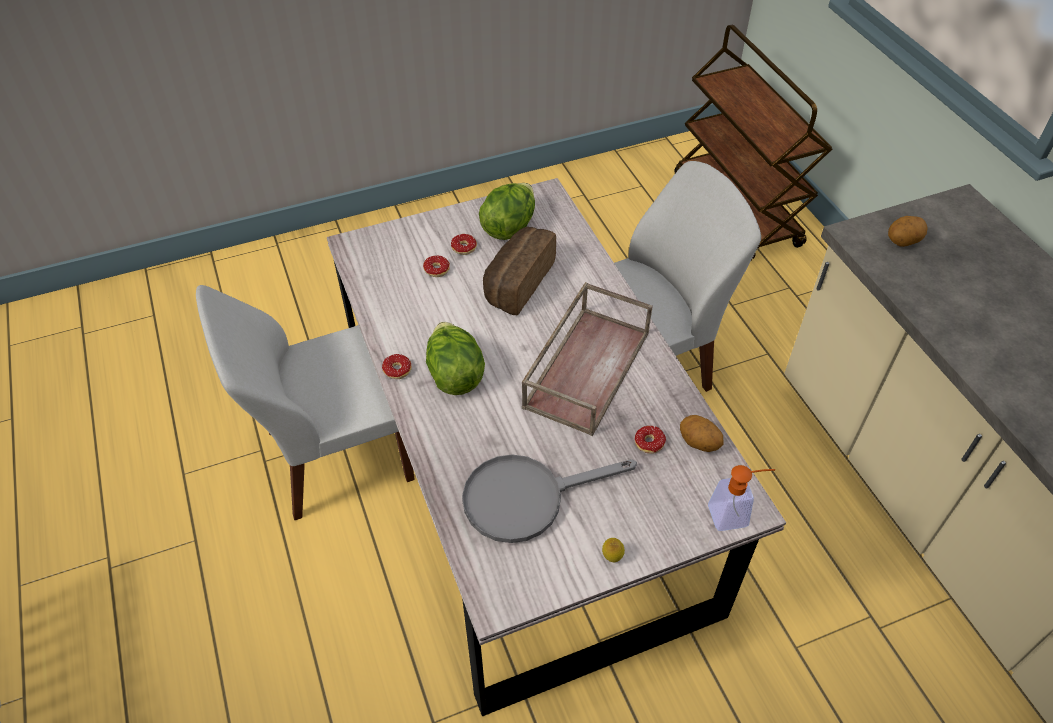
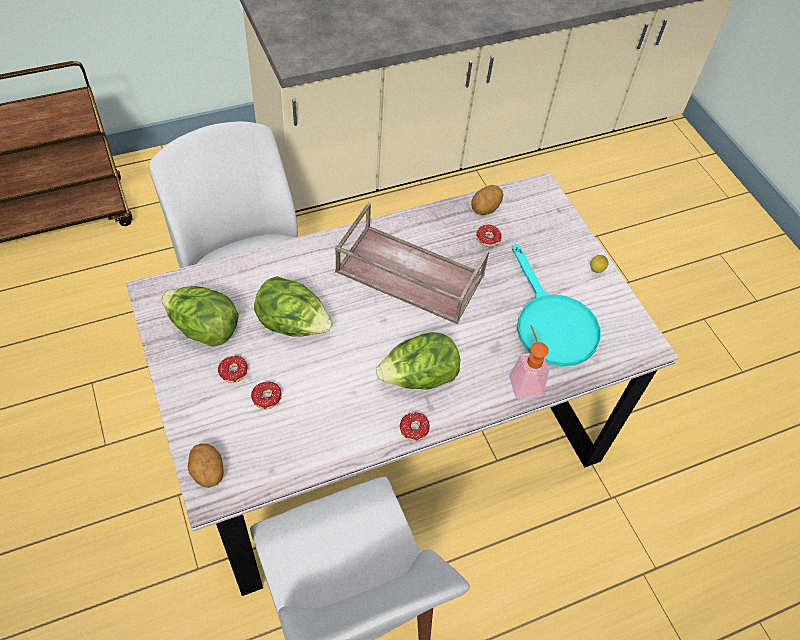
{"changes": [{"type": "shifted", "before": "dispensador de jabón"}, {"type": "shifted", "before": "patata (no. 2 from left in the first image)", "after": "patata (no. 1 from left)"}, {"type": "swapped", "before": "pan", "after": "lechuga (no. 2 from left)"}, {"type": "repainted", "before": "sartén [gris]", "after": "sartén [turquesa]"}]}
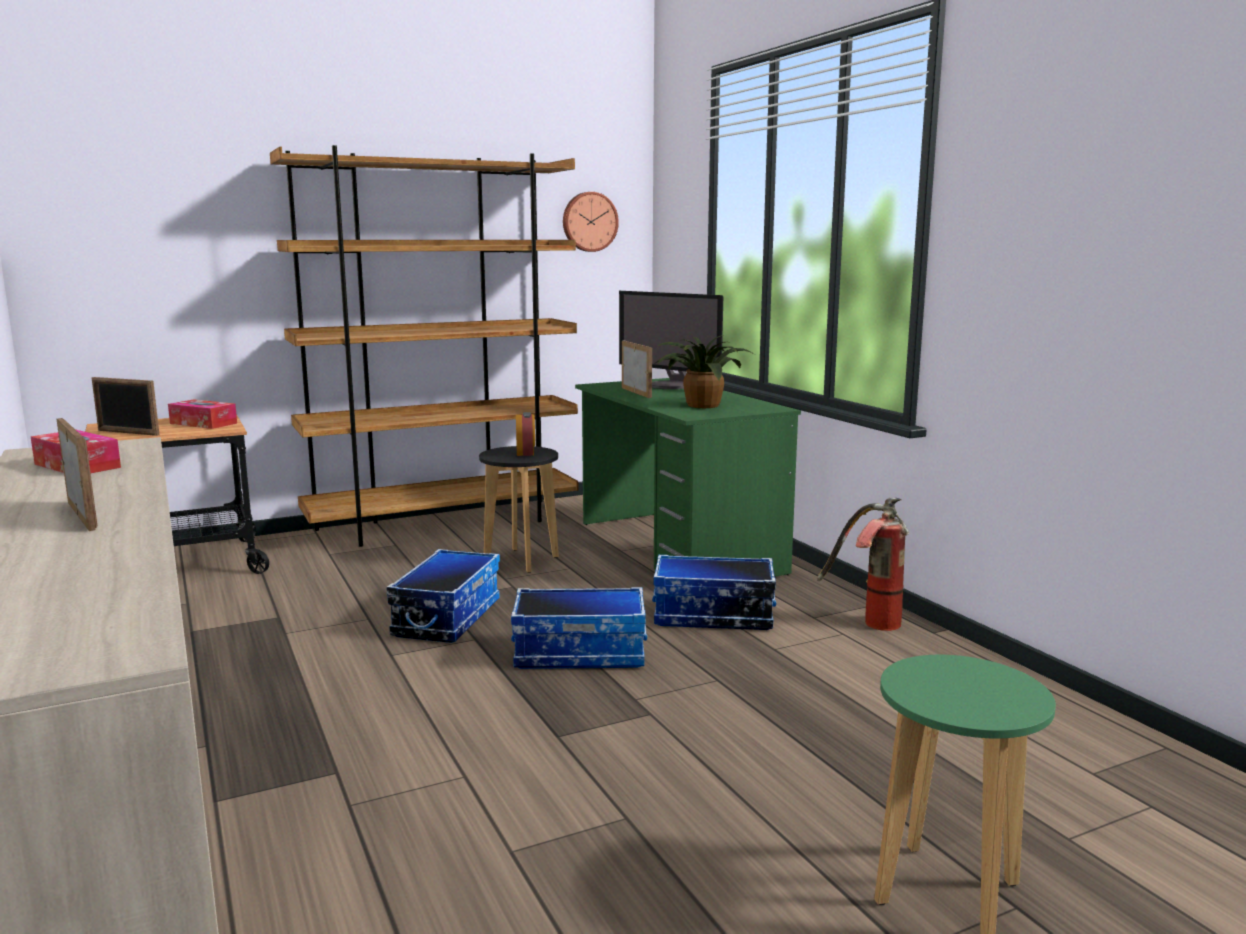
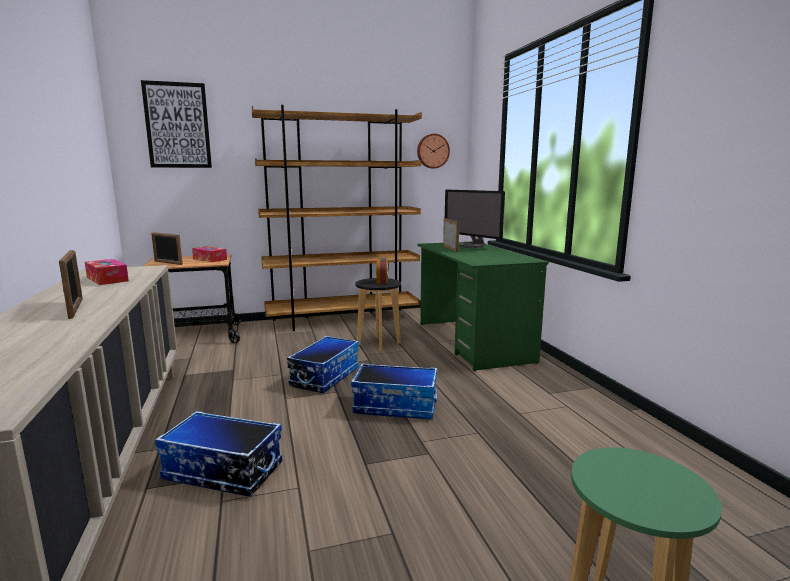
{"changes": [{"type": "gone", "before": "planta en maceta"}, {"type": "gone", "before": "extintor"}, {"type": "new", "after": "cuadro"}, {"type": "shifted", "before": "caja de almacenaje (no. 3 from left in the first image)", "after": "caja de almacenaje (no. 1 from left)"}]}
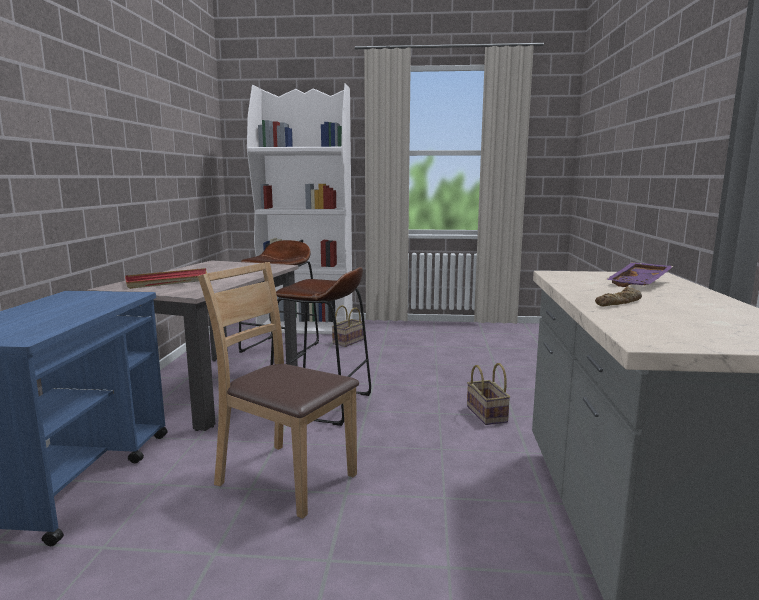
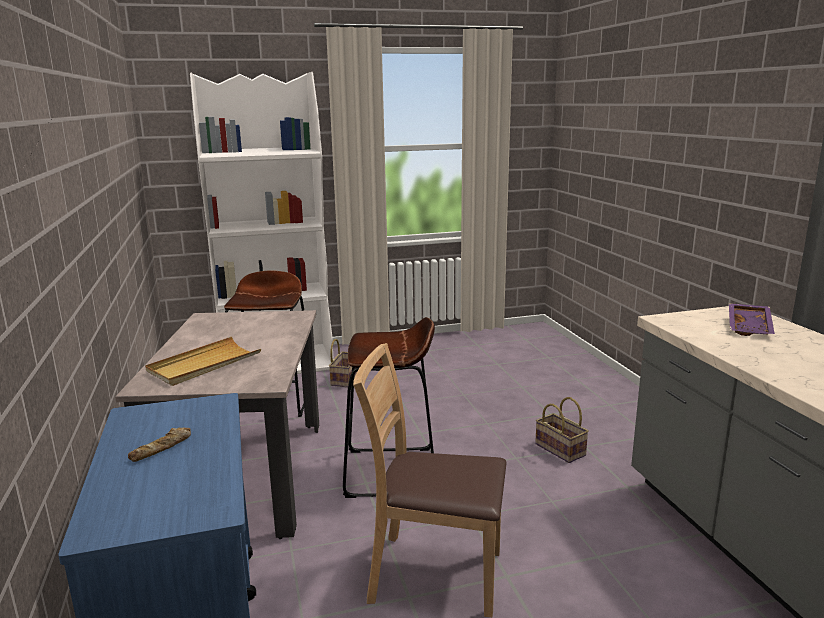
{"changes": [{"type": "shifted", "before": "pan"}, {"type": "repainted", "before": "bandeja [rojo]", "after": "bandeja [beis]"}]}
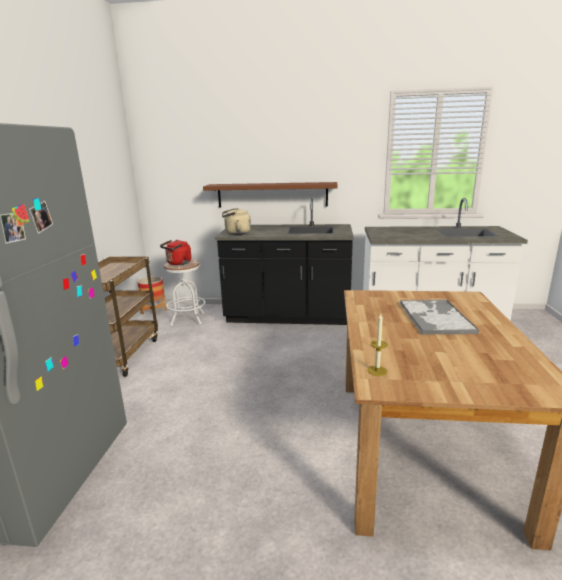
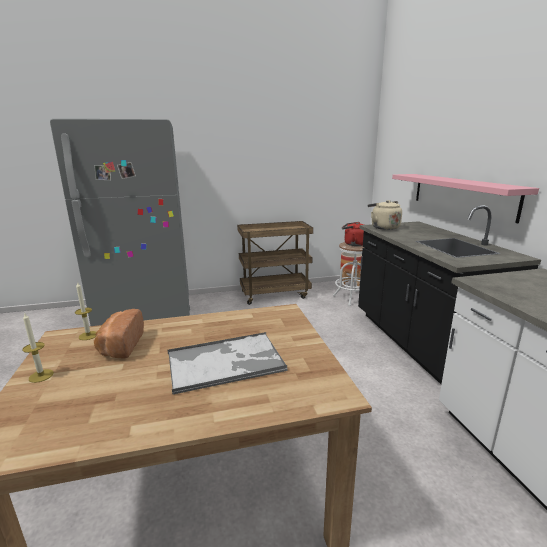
{"changes": [{"type": "new", "after": "vela (no. 1 from left)"}, {"type": "new", "after": "pan"}, {"type": "repainted", "before": "estante [marrón]", "after": "estante [rosa]"}]}
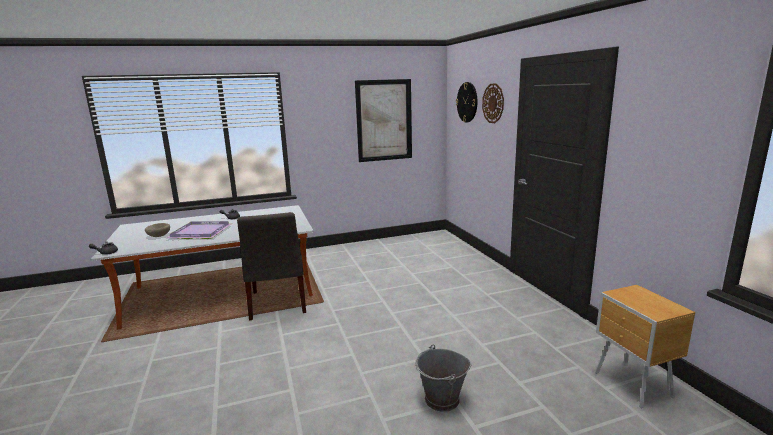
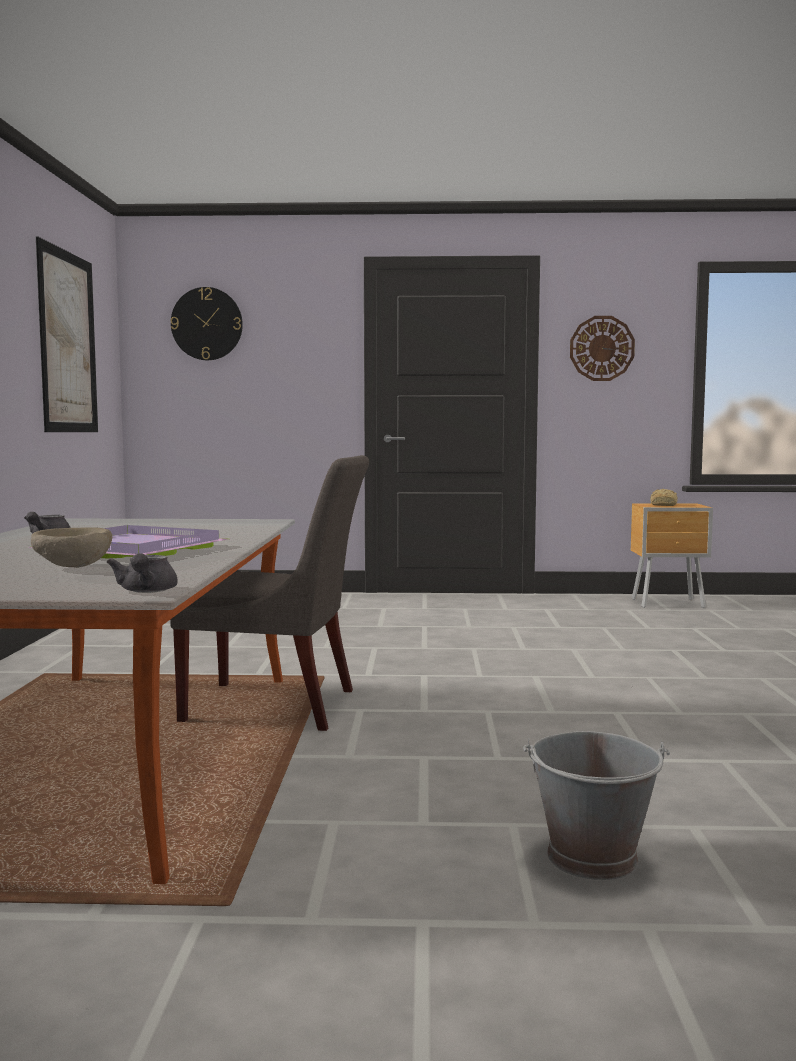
{"changes": [{"type": "new", "after": "pan"}, {"type": "shifted", "before": "cubo [gris]"}, {"type": "shifted", "before": "reloj de pared (no. 2 from left)"}]}
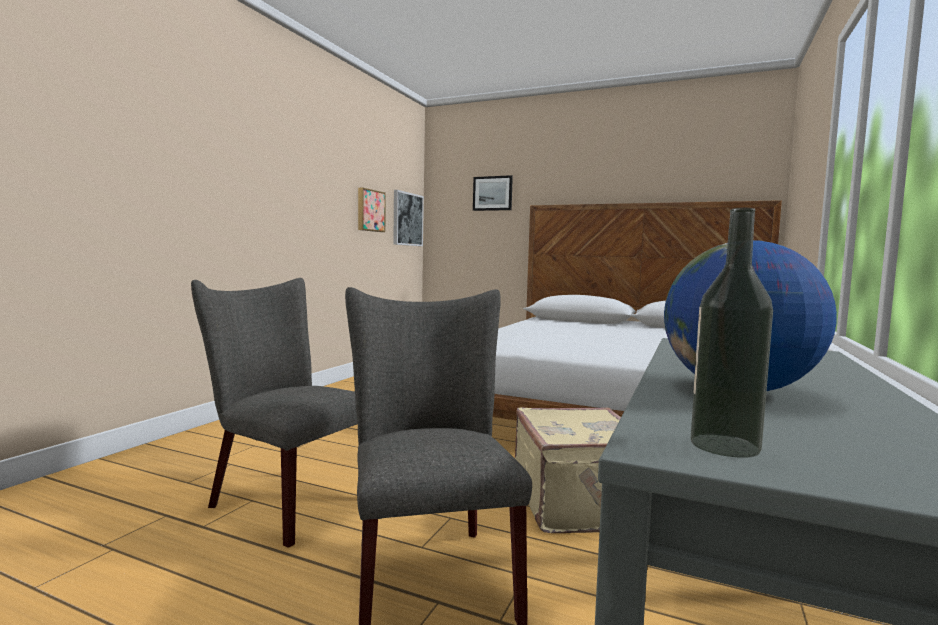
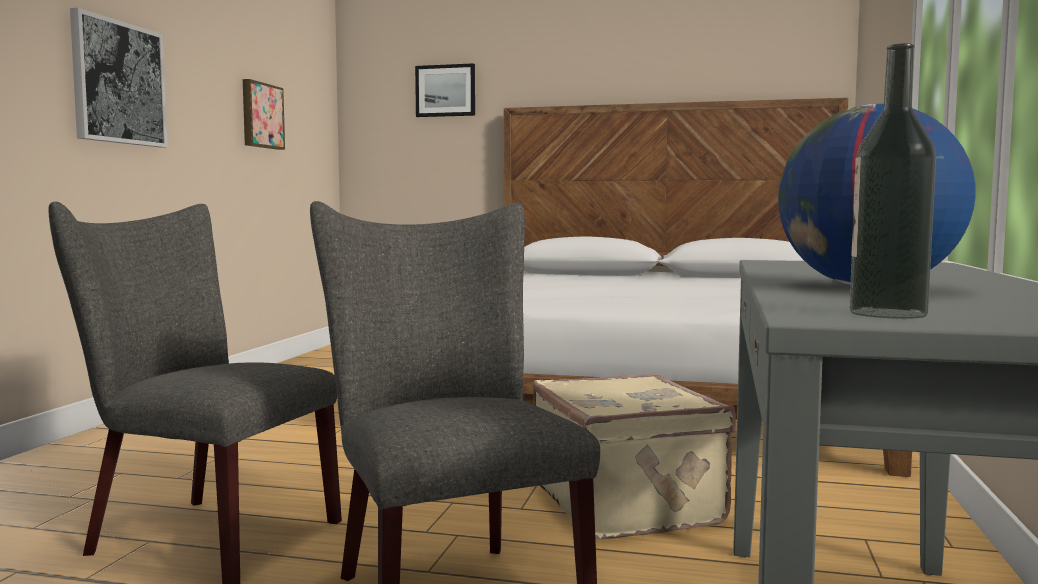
{"changes": [{"type": "shifted", "before": "cuadro (no. 2 from left in the first image)", "after": "cuadro (no. 1 from left)"}]}
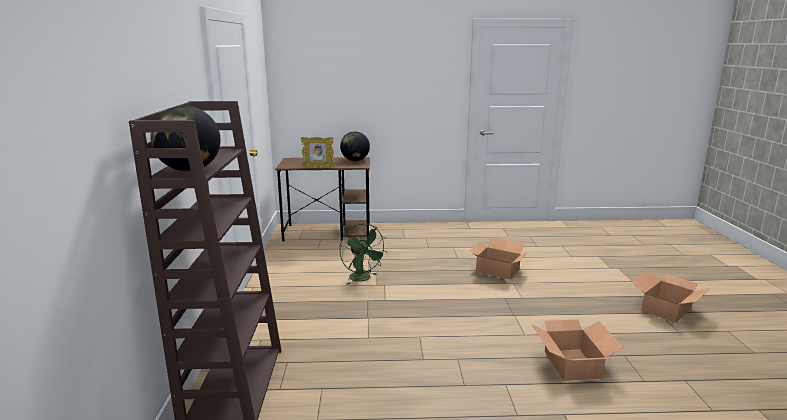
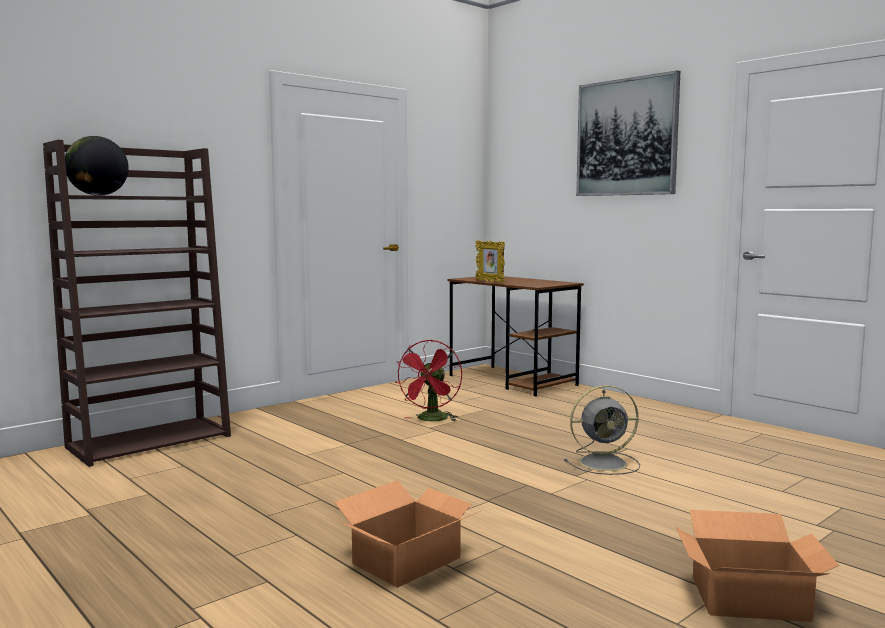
{"changes": [{"type": "gone", "before": "globo terráqueo (no. 2 from left)"}, {"type": "new", "after": "cuadro"}, {"type": "swapped", "before": "caja de cartón (no. 1 from left)", "after": "ventilador [gris]"}, {"type": "repainted", "before": "ventilador [verde]", "after": "ventilador [rojo]"}]}
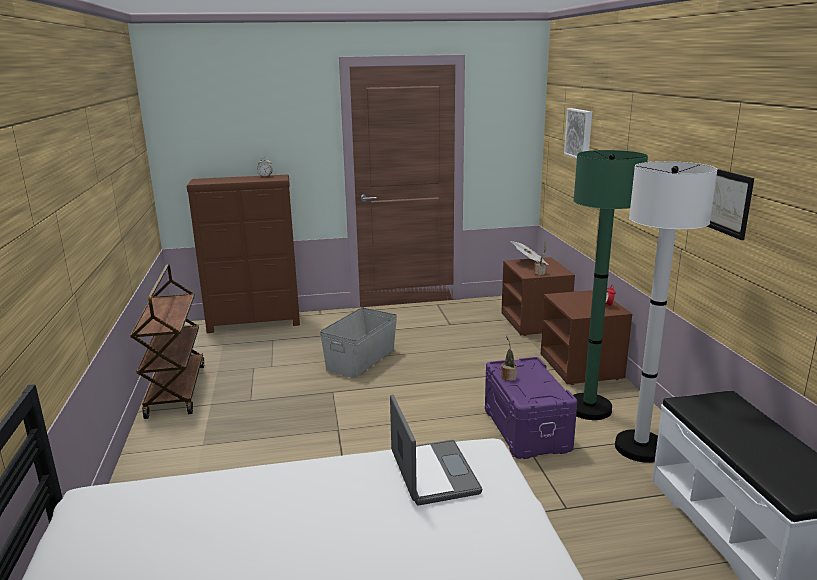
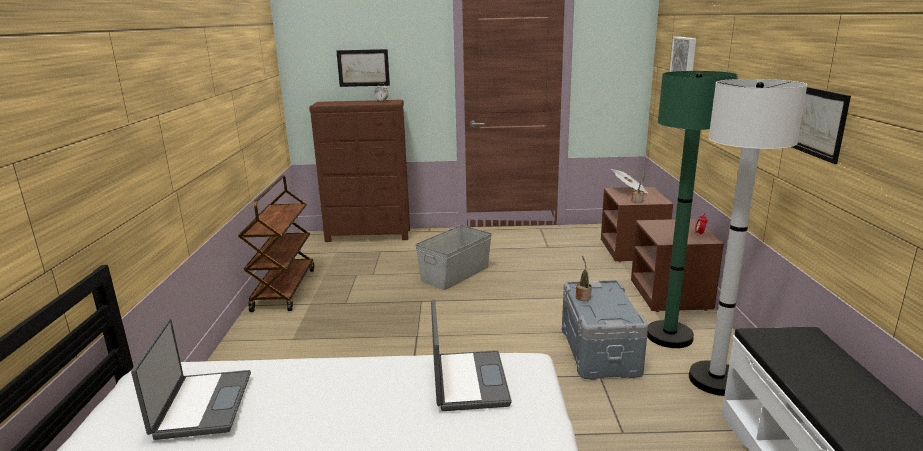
{"changes": [{"type": "new", "after": "portátil (no. 1 from left)"}, {"type": "new", "after": "cuadro (no. 1 from left)"}, {"type": "repainted", "before": "caja de almacenaje [morado]", "after": "caja de almacenaje [gris] (no. 2 from left)"}]}
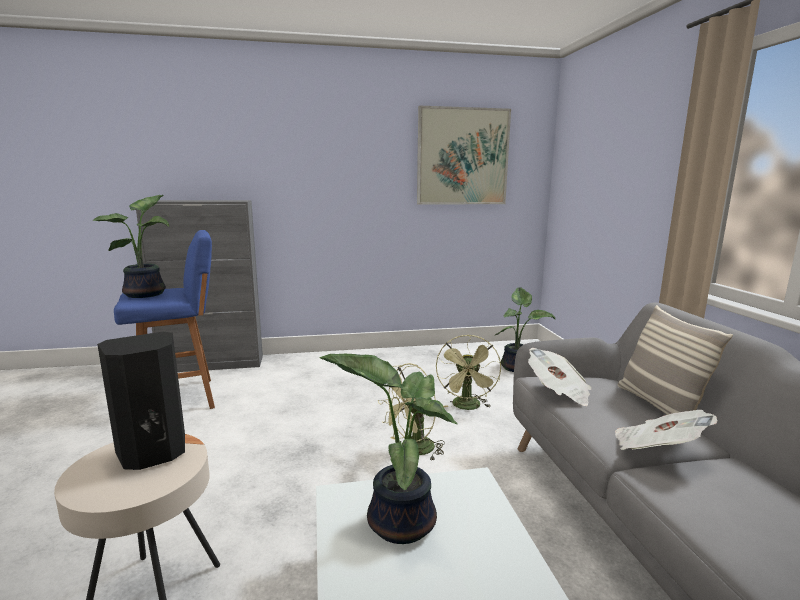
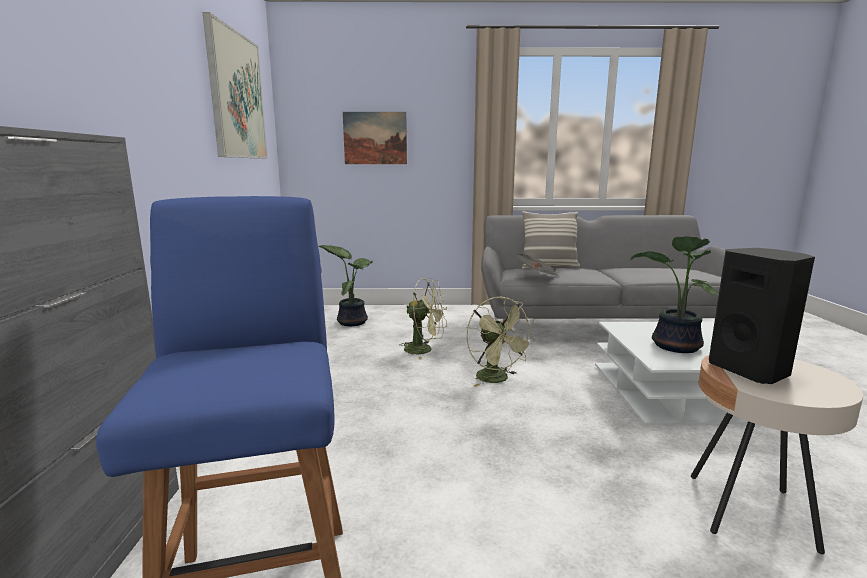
{"changes": [{"type": "gone", "before": "planta en maceta (no. 1 from left)"}, {"type": "gone", "before": "periódico (no. 2 from left)"}, {"type": "new", "after": "cuadro (no. 2 from left)"}]}
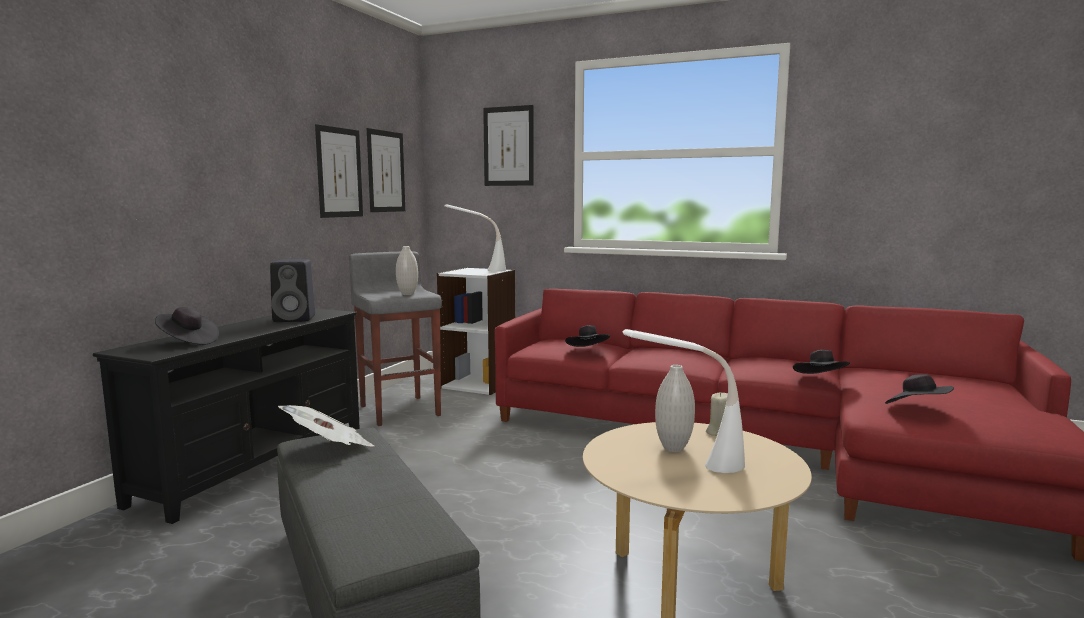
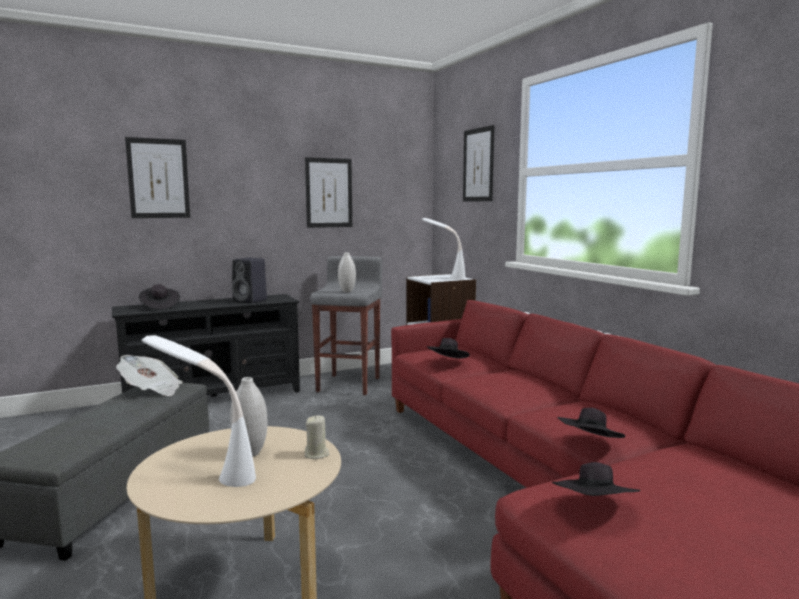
{"changes": [{"type": "shifted", "before": "cuadro (no. 2 from left in the first image)", "after": "cuadro (no. 1 from left)"}]}
